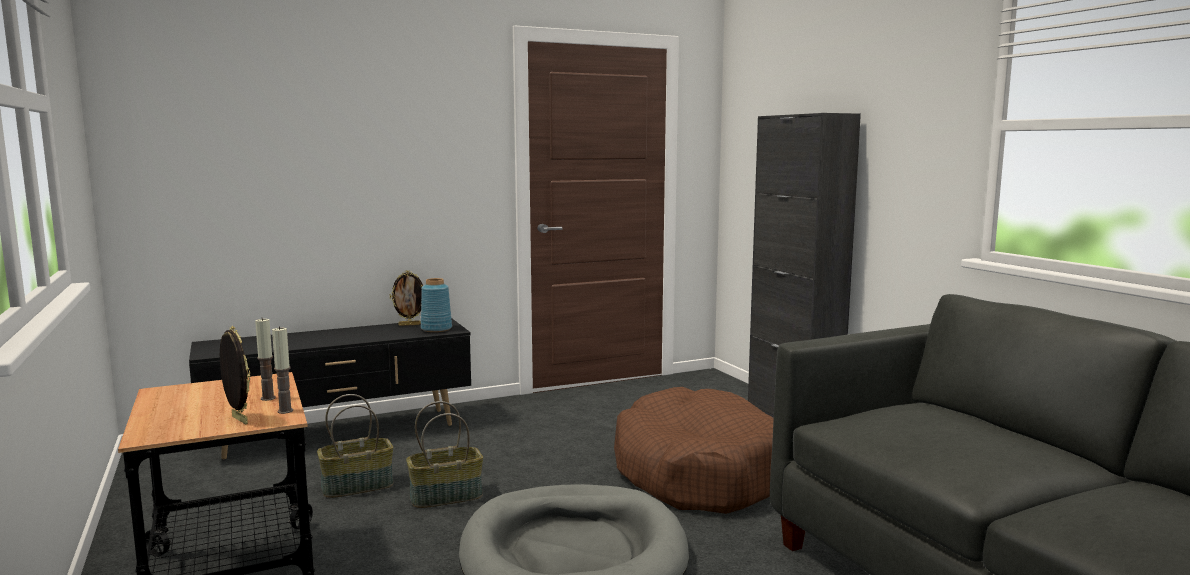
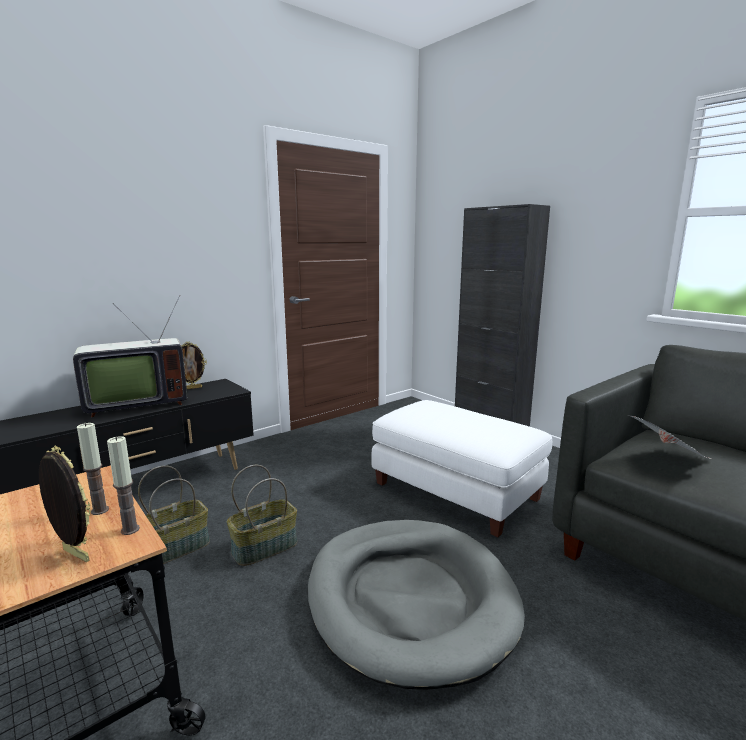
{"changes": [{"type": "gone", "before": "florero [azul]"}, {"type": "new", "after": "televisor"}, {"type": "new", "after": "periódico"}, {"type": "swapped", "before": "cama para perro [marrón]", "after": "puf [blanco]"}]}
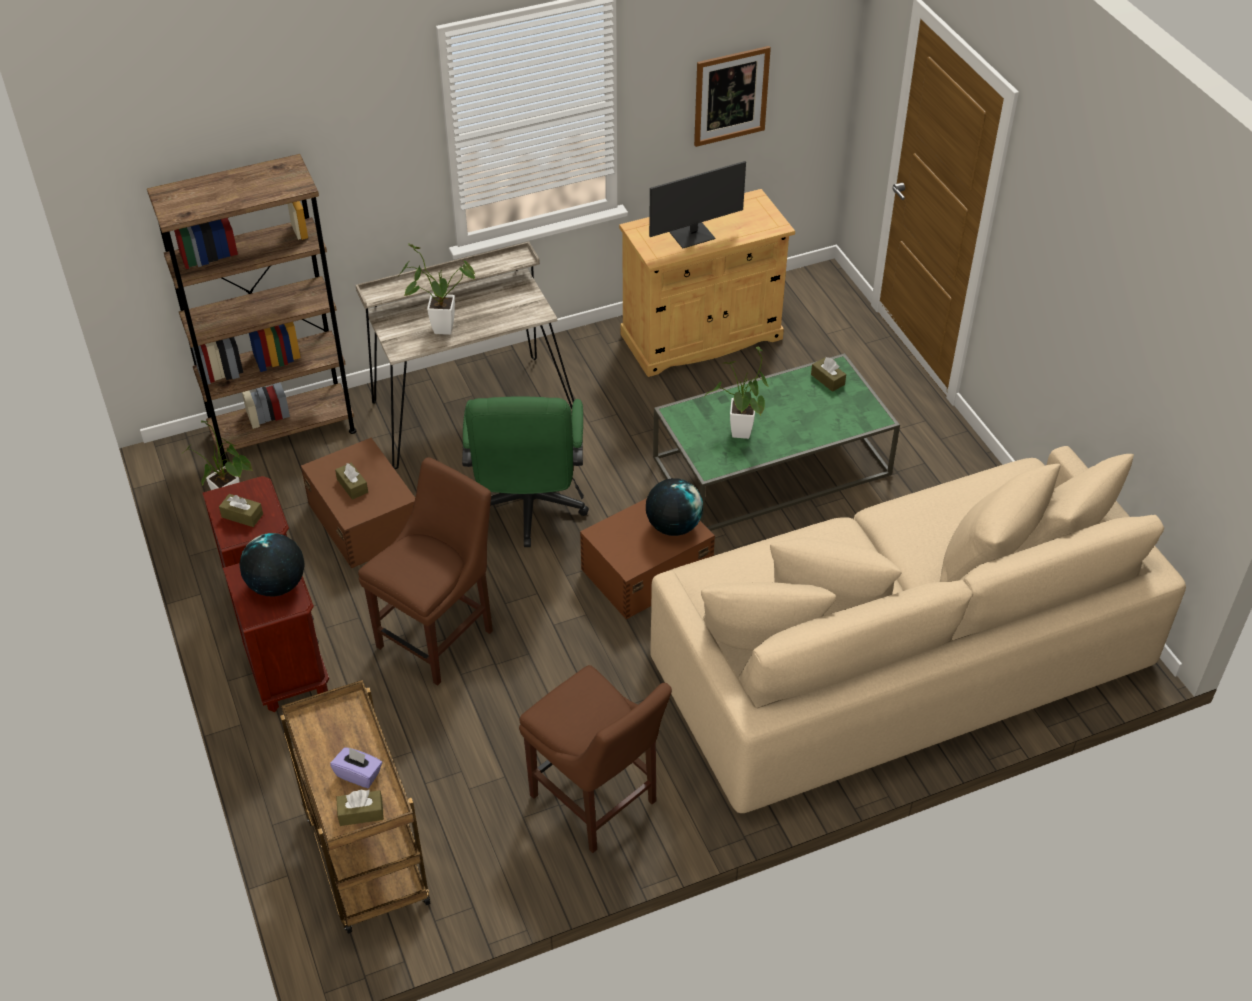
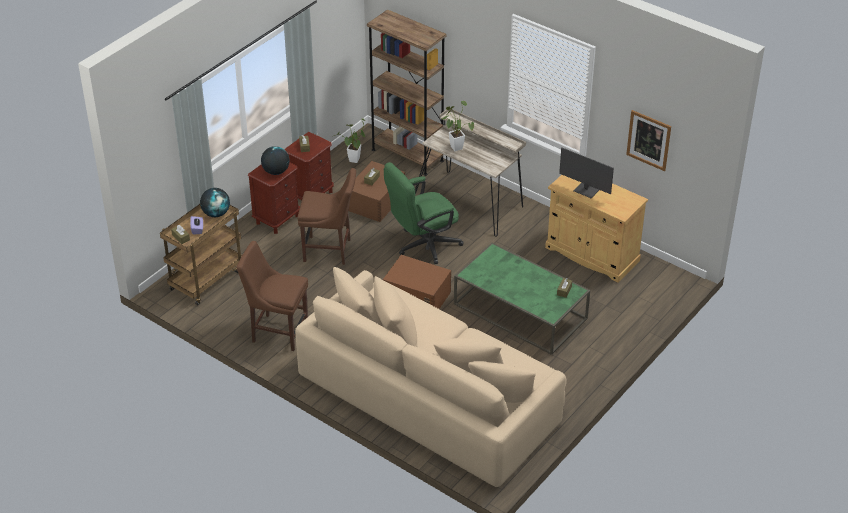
{"changes": [{"type": "gone", "before": "planta en maceta (no. 3 from left)"}, {"type": "shifted", "before": "globo terráqueo (no. 2 from left in the first image)", "after": "globo terráqueo (no. 1 from left)"}, {"type": "rotated", "before": "silla [marrón] (no. 2 from left in the first image)", "turn": 90}]}
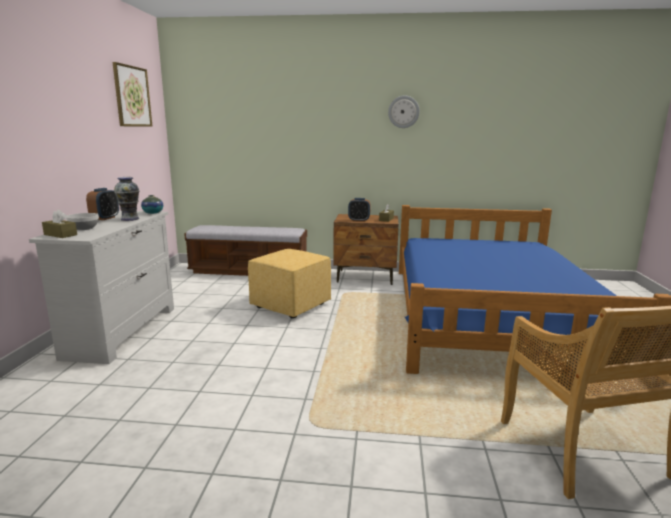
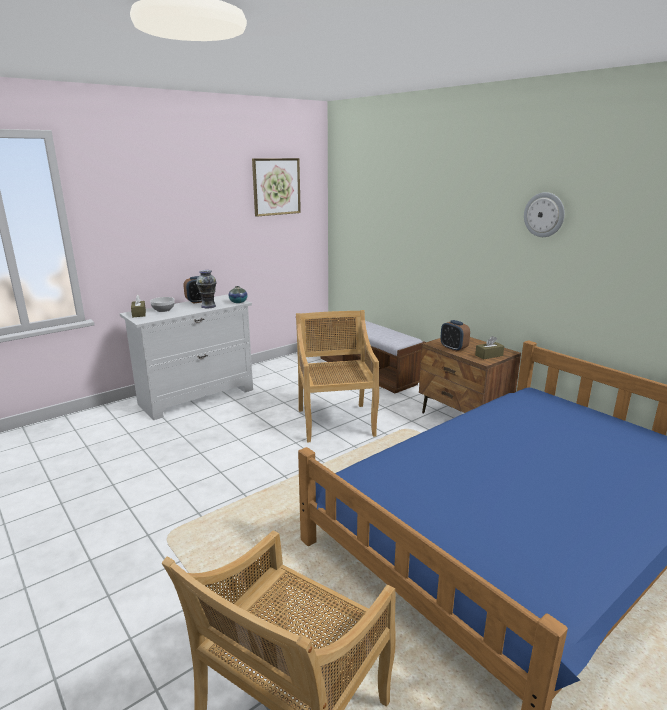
{"changes": [{"type": "swapped", "before": "puf [amarillo]", "after": "silla [beis] (no. 2 from left)"}]}
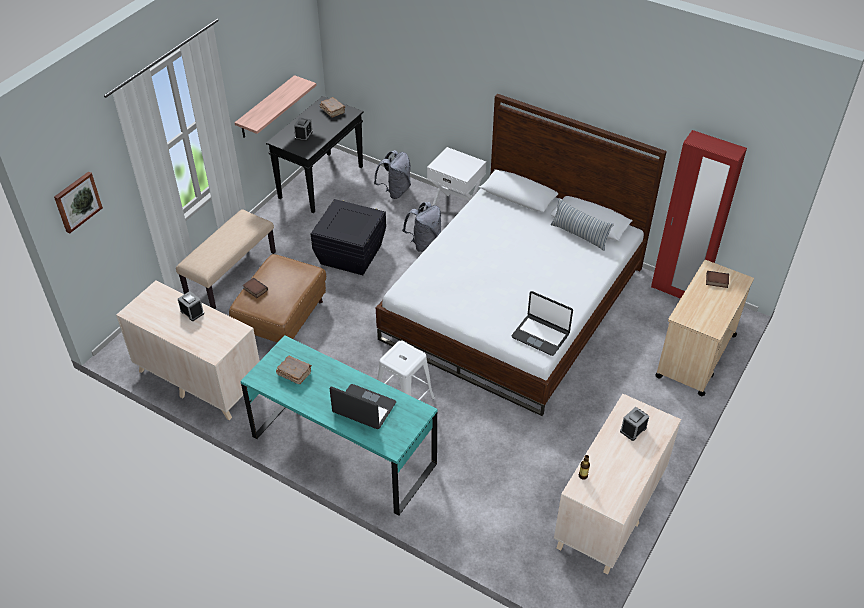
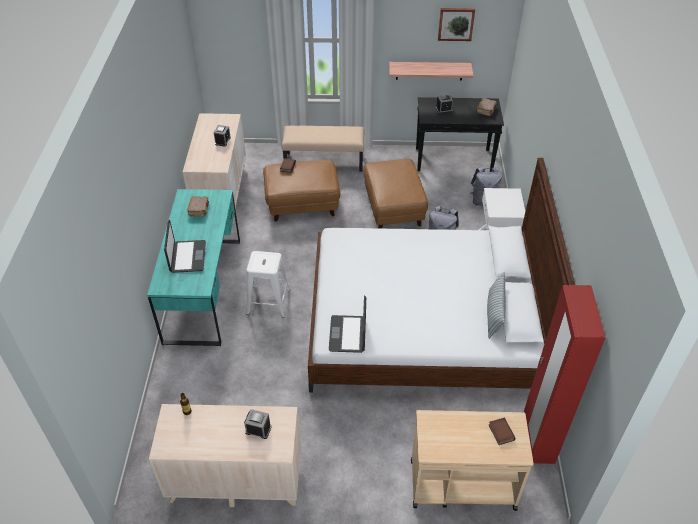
{"changes": [{"type": "shifted", "before": "cuadro"}, {"type": "swapped", "before": "caja de almacenaje [negro]", "after": "puf [marrón] (no. 2 from left)"}]}
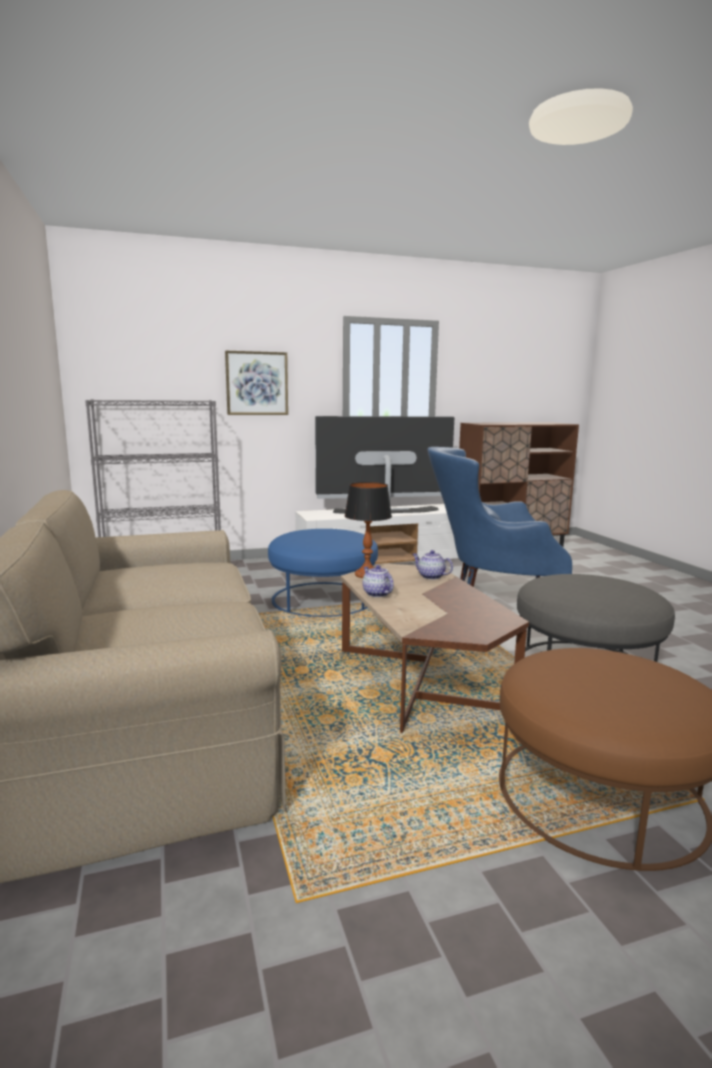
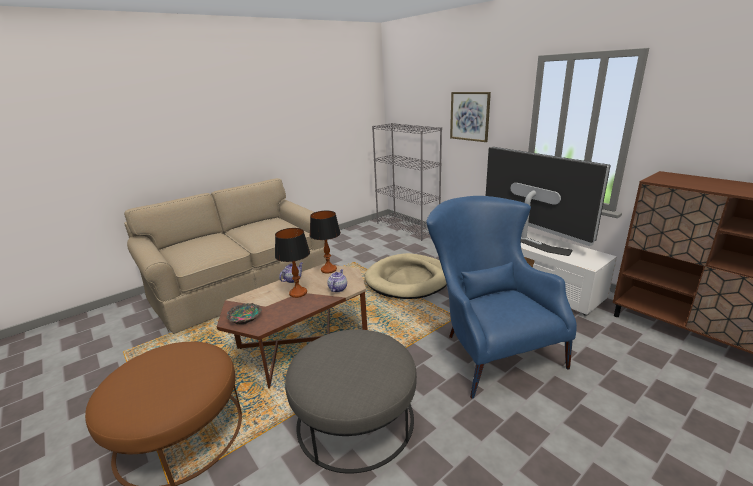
{"changes": [{"type": "new", "after": "cuenco"}, {"type": "new", "after": "lámpara de mesa (no. 1 from left)"}, {"type": "swapped", "before": "puf [azul]", "after": "cama para perro [beis]"}]}
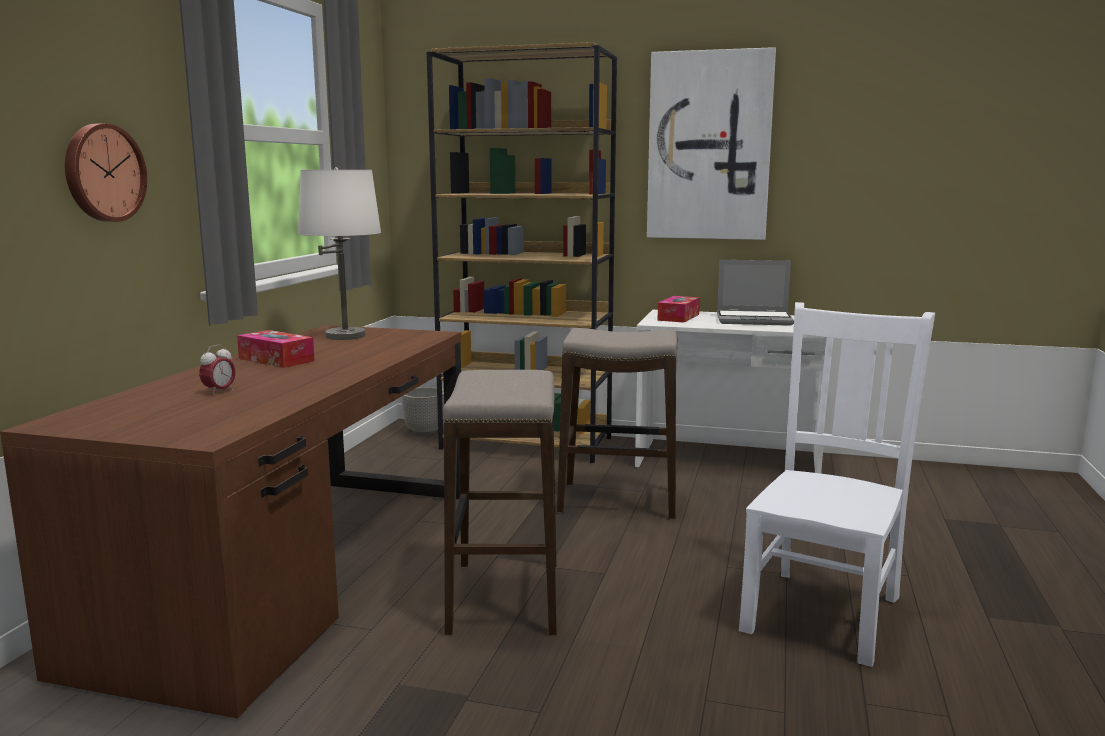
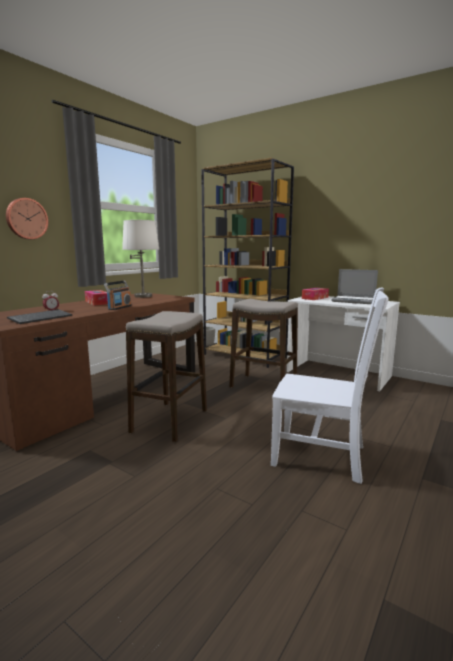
{"changes": [{"type": "gone", "before": "cuadro"}, {"type": "new", "after": "teclado"}, {"type": "new", "after": "radio"}, {"type": "rotated", "before": "silla [blanco]", "turn": 60}]}
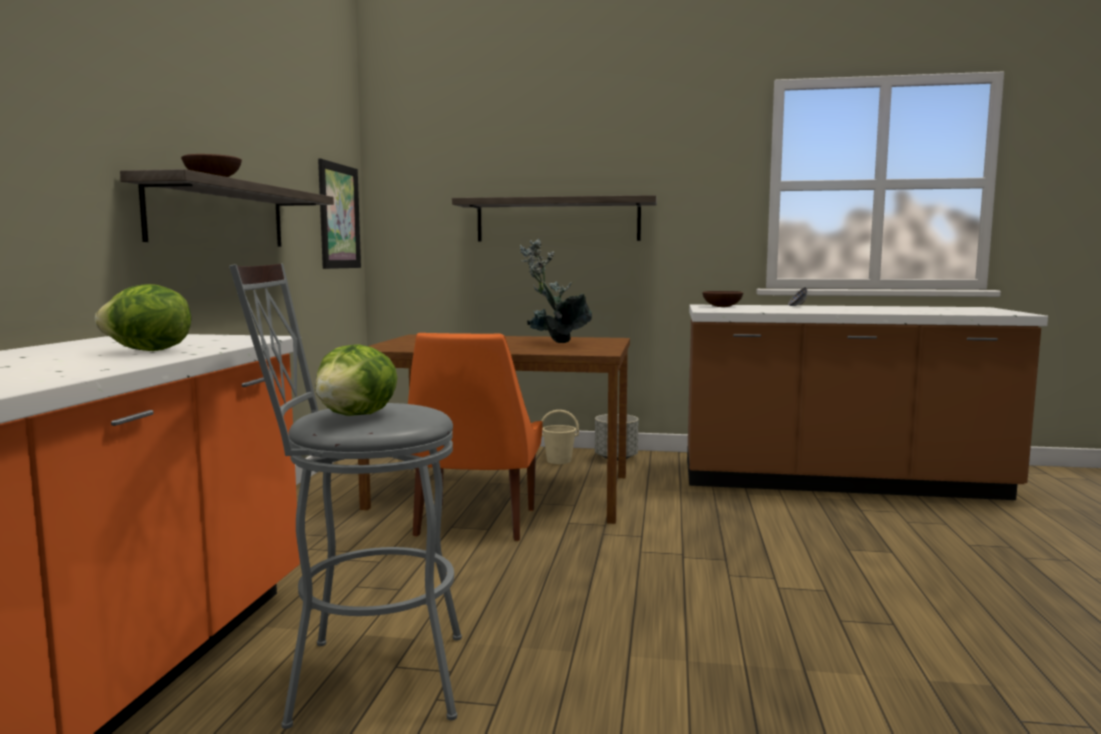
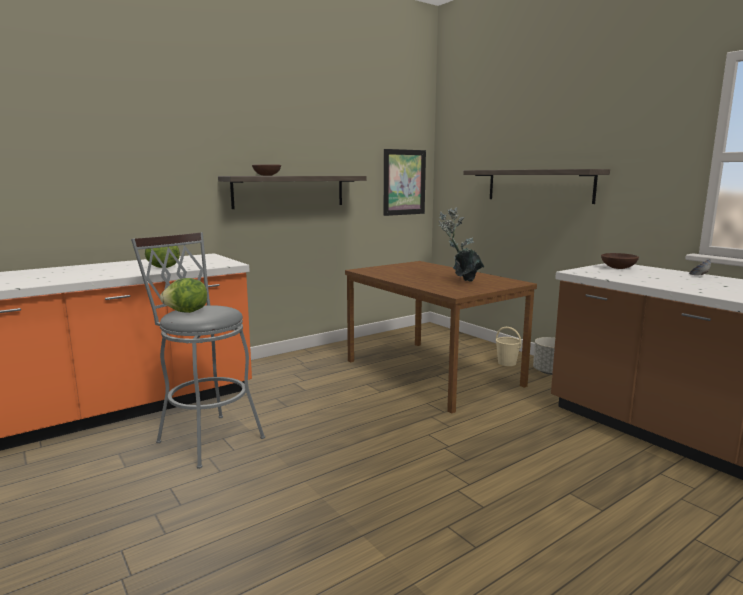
{"changes": [{"type": "gone", "before": "silla [naranja]"}]}
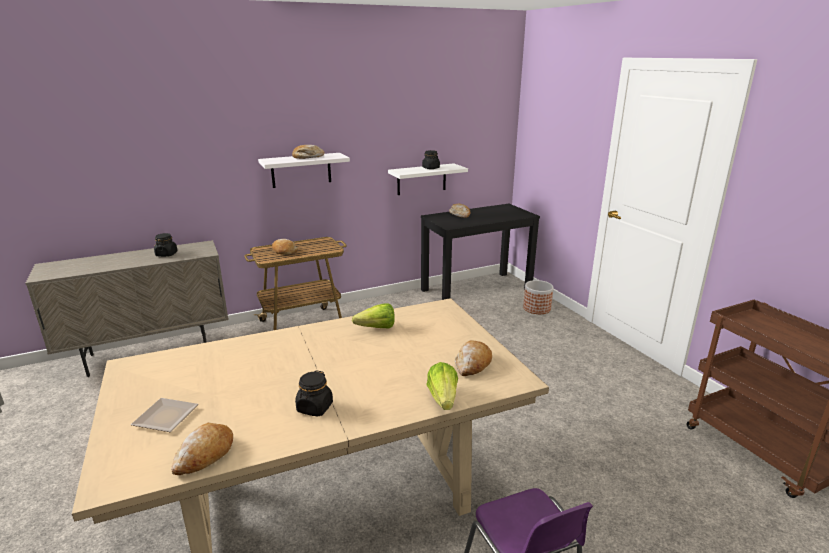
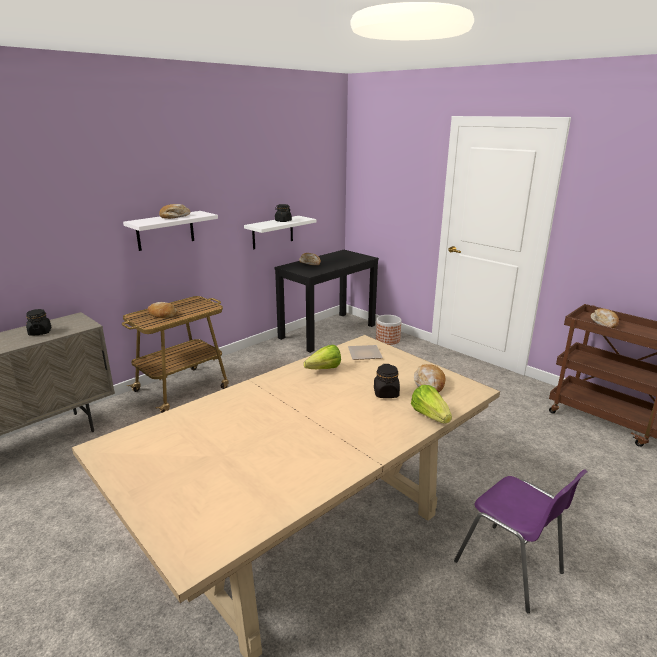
{"changes": [{"type": "shifted", "before": "plato"}, {"type": "shifted", "before": "pan (no. 1 from left in the first image)", "after": "pan (no. 5 from left)"}, {"type": "shifted", "before": "tarro [negro] (no. 2 from left in the first image)", "after": "tarro [negro] (no. 3 from left)"}]}
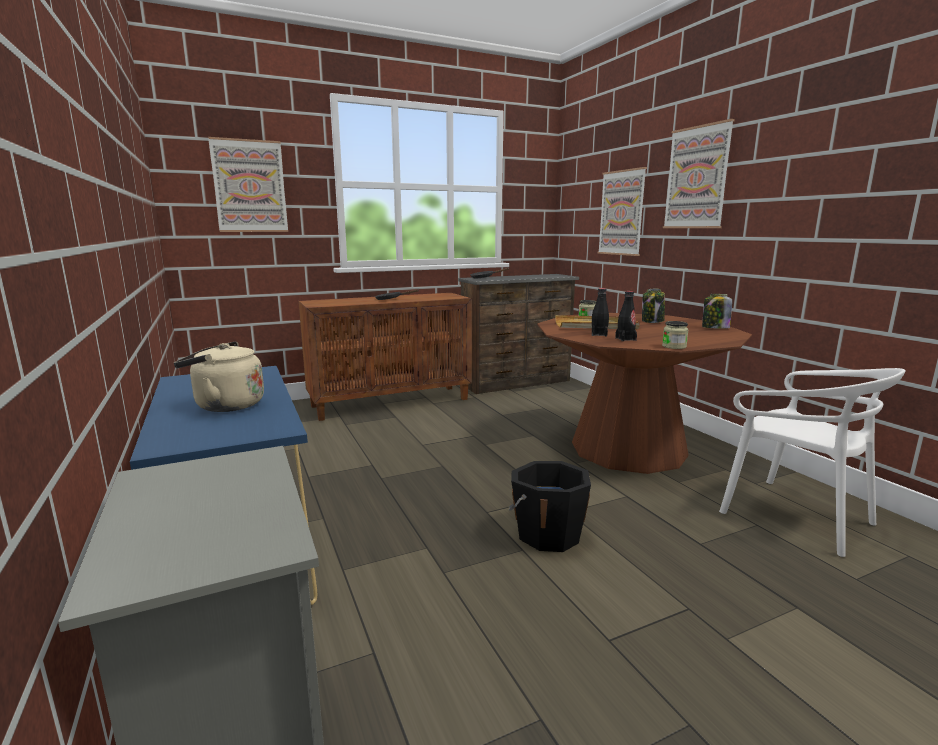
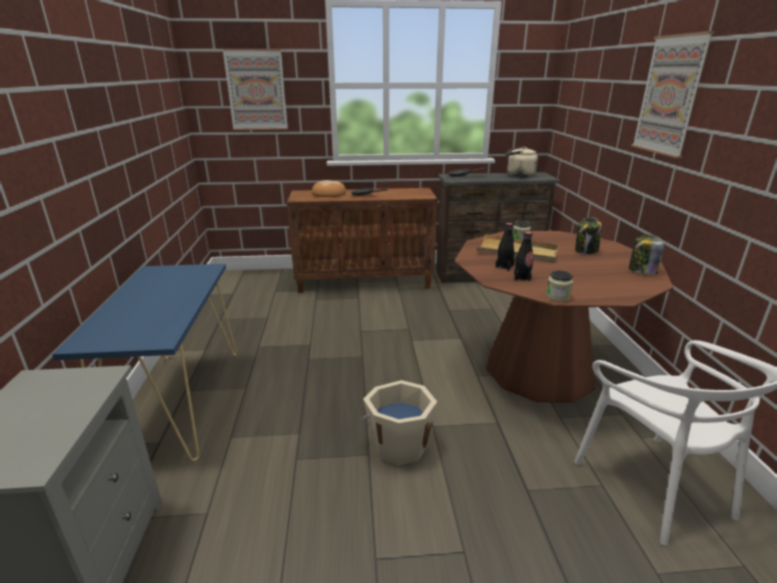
{"changes": [{"type": "gone", "before": "cuadro (no. 2 from left)"}, {"type": "new", "after": "pan"}, {"type": "shifted", "before": "hervidor [beis]"}, {"type": "repainted", "before": "cubo [negro]", "after": "cubo [beis]"}]}
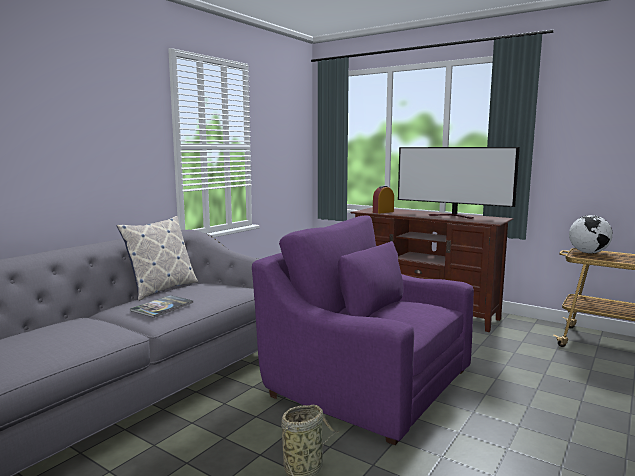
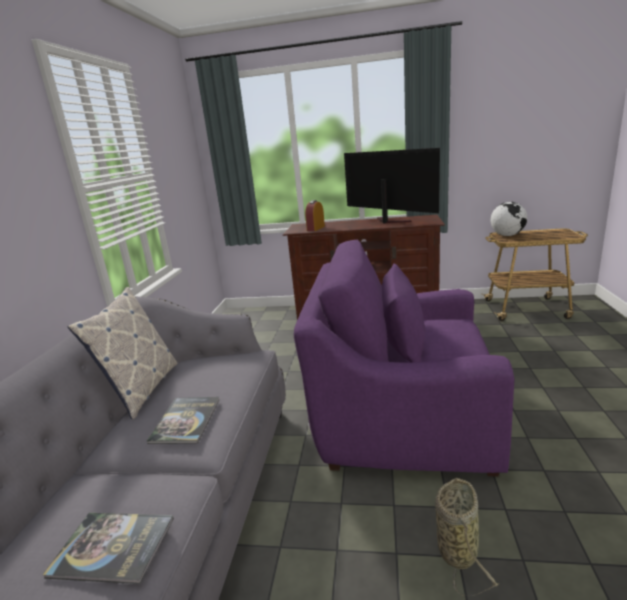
{"changes": [{"type": "new", "after": "libro (no. 1 from left)"}, {"type": "rotated", "before": "televisor", "turn": -135}]}
